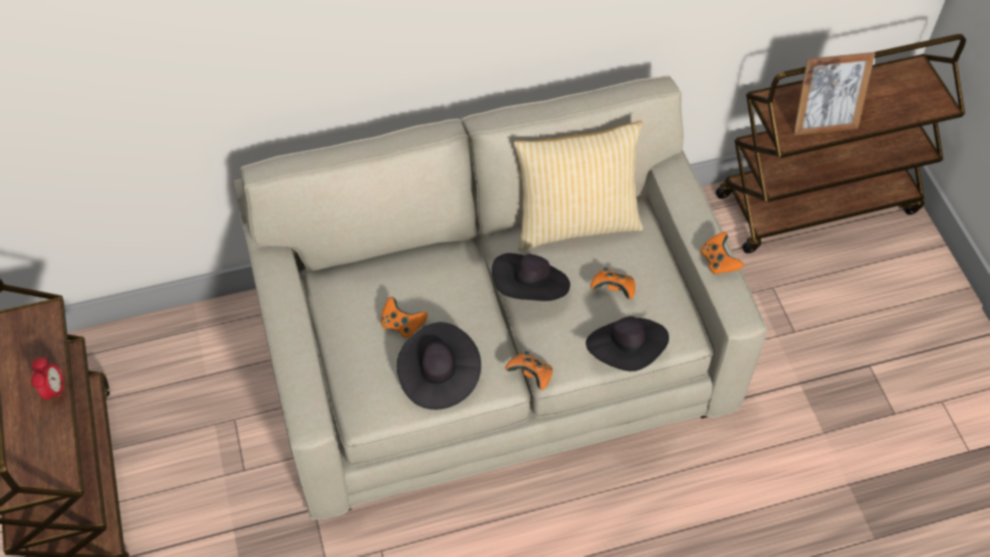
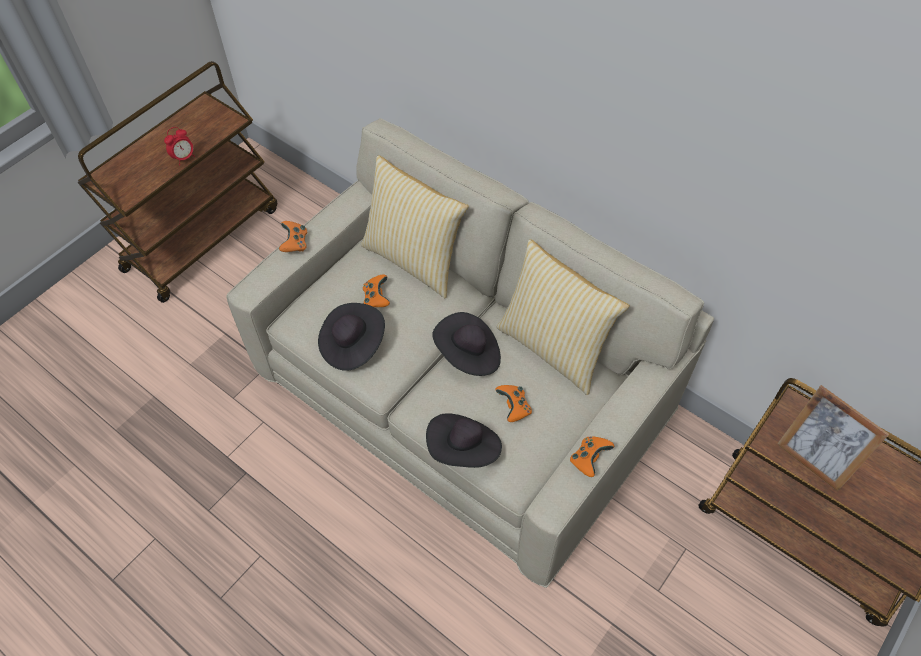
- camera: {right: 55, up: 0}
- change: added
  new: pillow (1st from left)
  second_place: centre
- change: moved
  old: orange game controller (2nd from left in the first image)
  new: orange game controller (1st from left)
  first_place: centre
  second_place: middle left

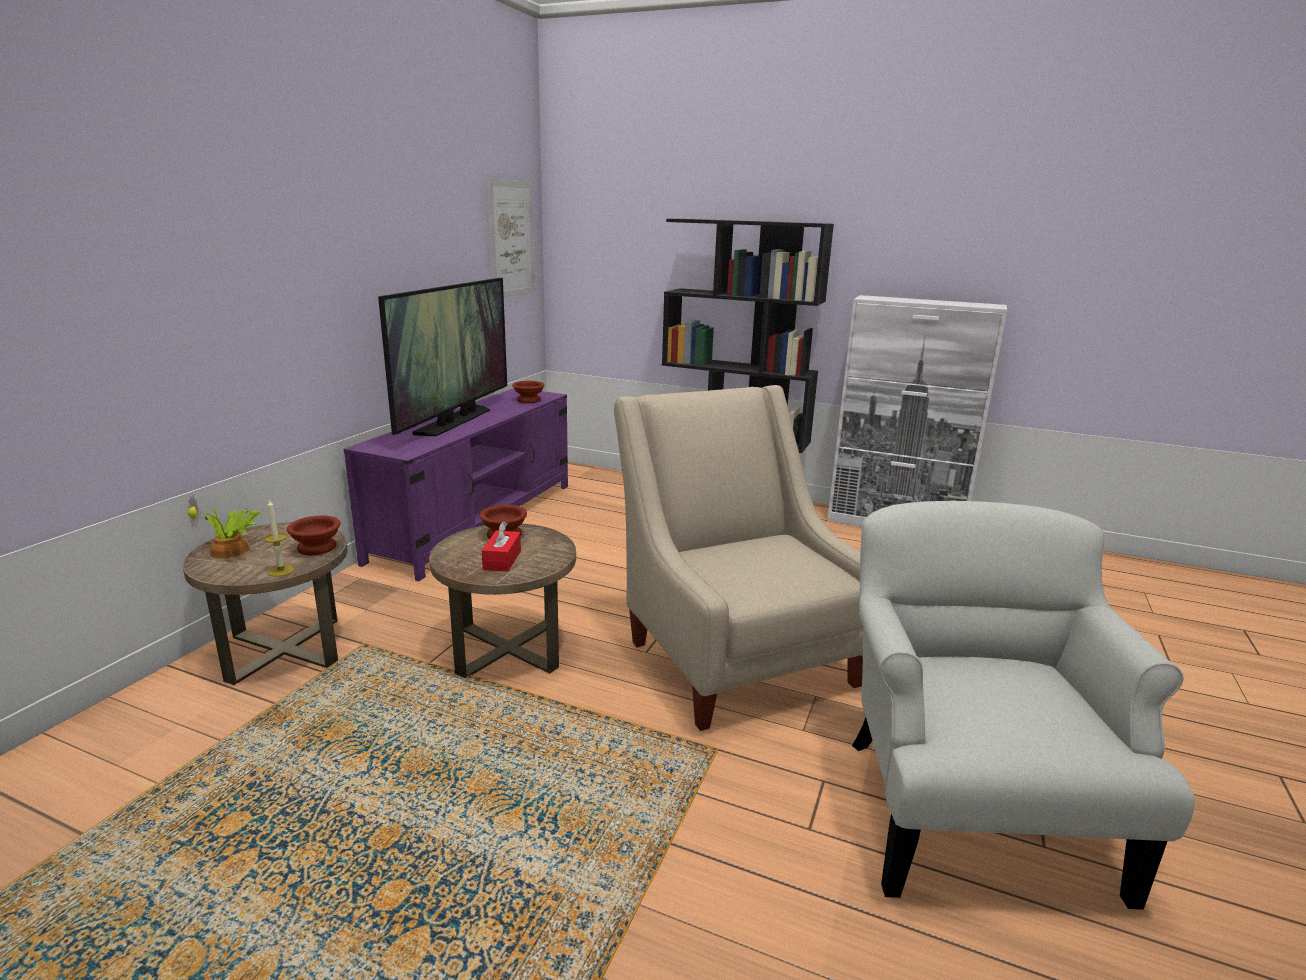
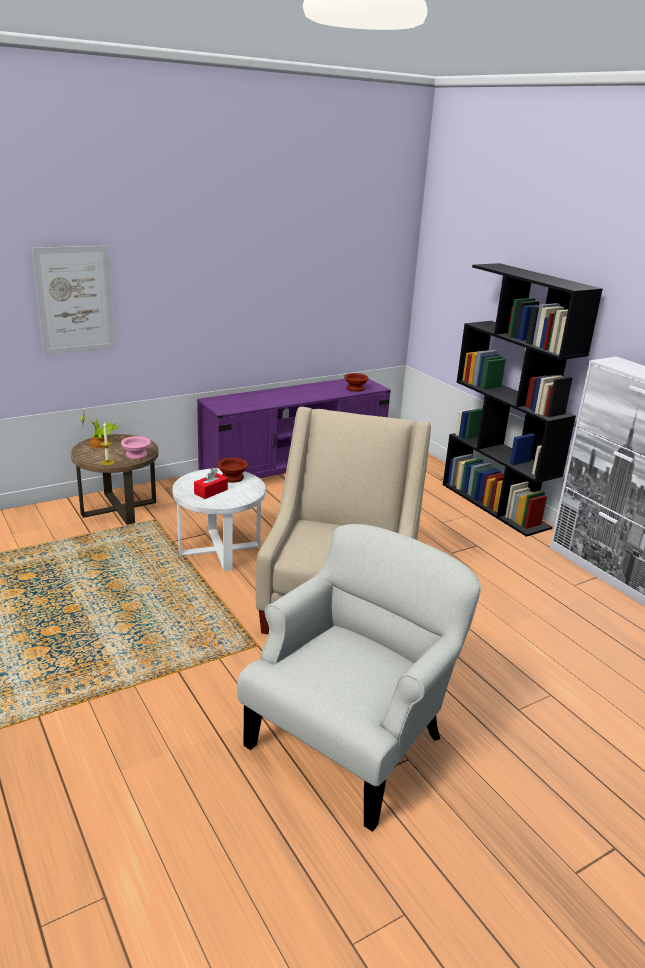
- camera: {right: 35, up: 5}
- change: removed
  old: television
  first_place: centre
- change: moved
  old: picture
  first_place: top centre
  second_place: top left
- change: recoloured
  old: brown bowl (1st from left)
  new: pink bowl
  first_place: middle left
  second_place: middle left
- change: recoloured
  old: brown side table (2nd from left)
  new: white side table
  first_place: centre
  second_place: centre

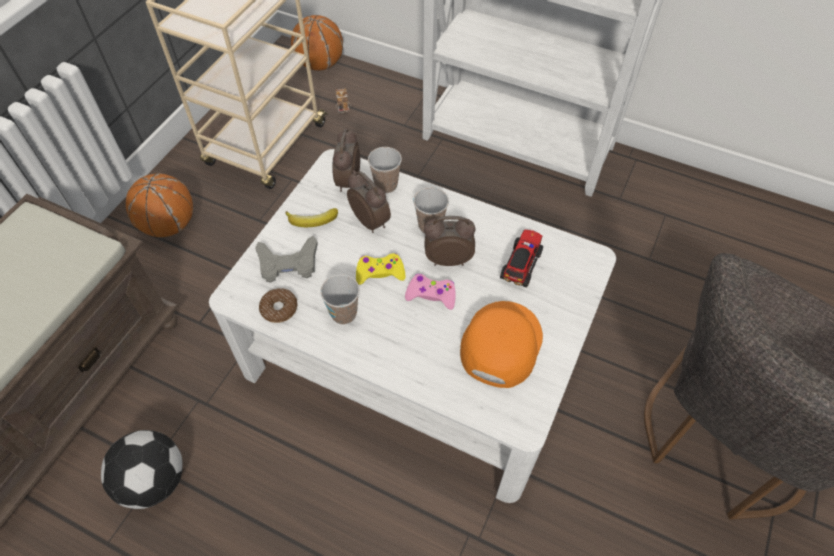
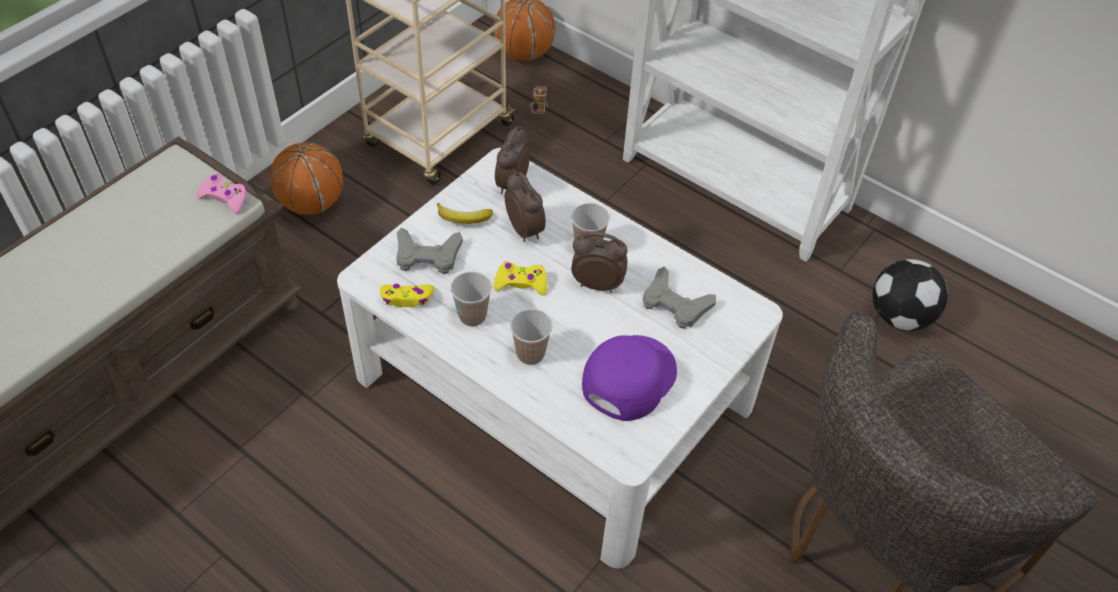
- camera: {right: 10, up: -5}
- change: moved
  old: football
  first_place: bottom left
  second_place: middle right
- change: moved
  old: cup (2nd from left)
  first_place: top centre
  second_place: centre
- change: moved
  old: pink game controller
  first_place: centre
  second_place: top left
- change: replaced
  old: donut
  new: yellow game controller (1st from left)
  first_place: centre
  second_place: centre
- change: replaced
  old: toy truck
  new: grey game controller (2nd from left)
  first_place: centre
  second_place: centre
- change: recoloured
  old: orange cap
  new: purple cap
  first_place: centre
  second_place: centre

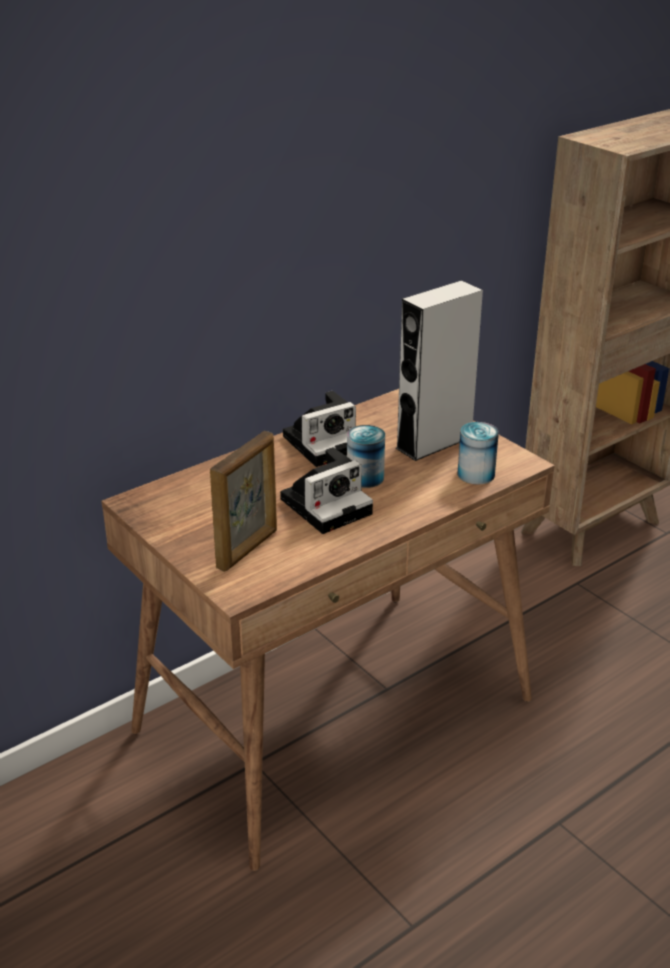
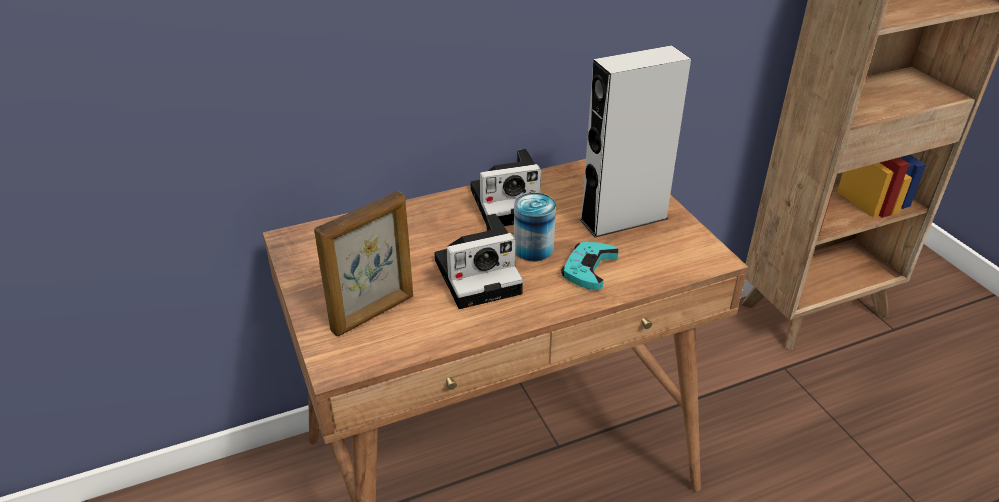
- camera: {right: 15, up: 5}
- change: removed
  old: can (2nd from left)
  first_place: middle right
- change: added
  new: turquoise game controller
  second_place: centre

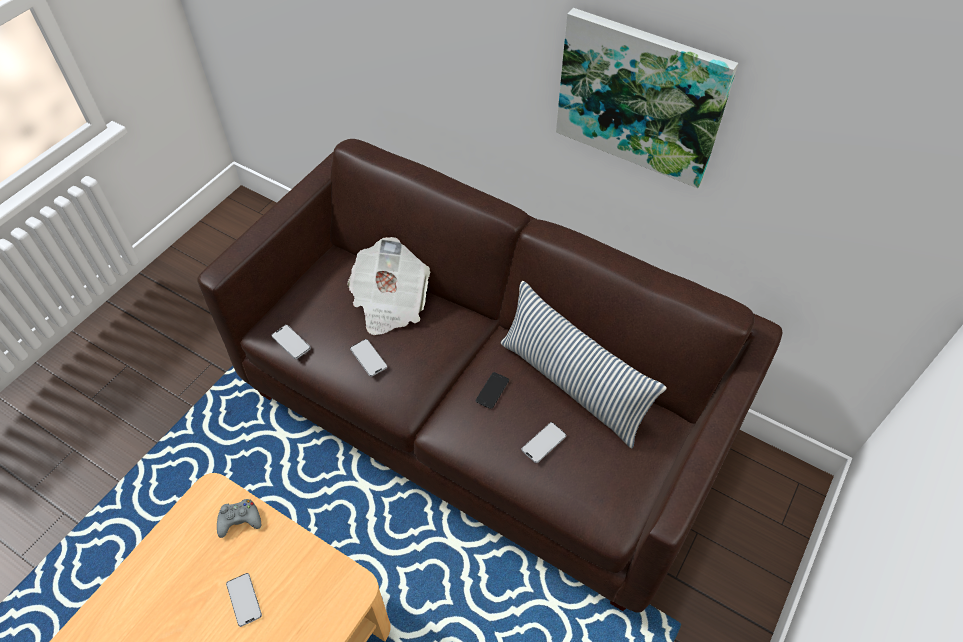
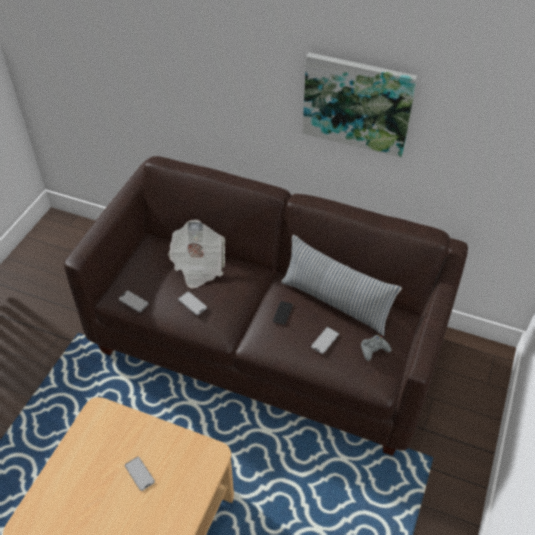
- camera: {right: -10, up: -5}
- change: moved
  old: grey game controller
  first_place: bottom left
  second_place: middle right

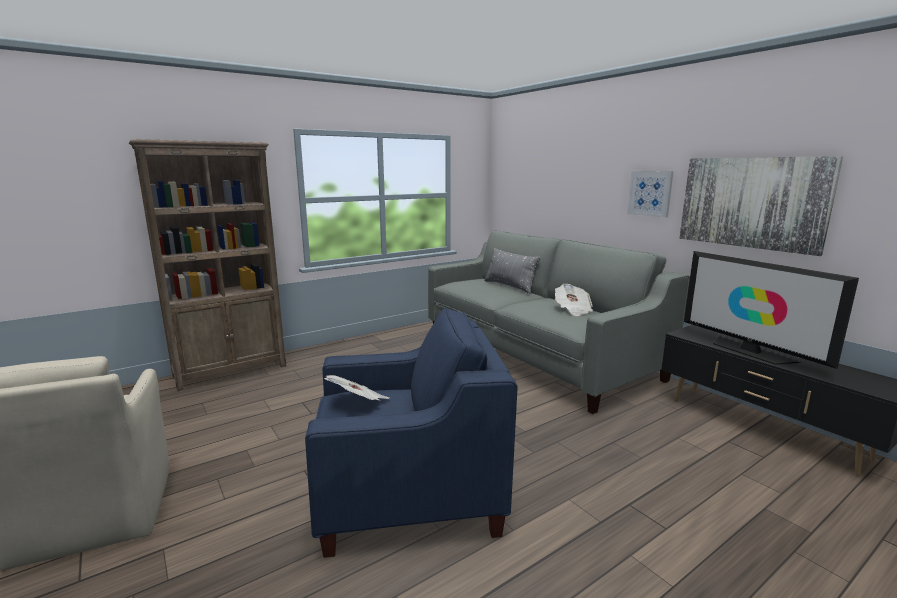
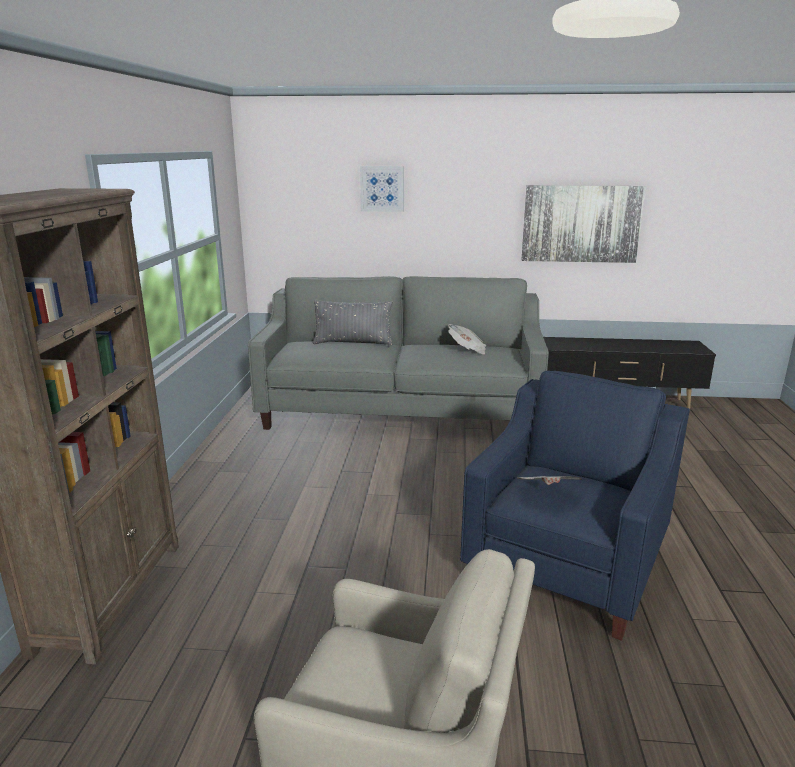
- camera: {right: -50, up: 5}
- change: removed
  old: television
  first_place: middle right
- change: moved
  old: picture (1st from left)
  first_place: top right
  second_place: top centre

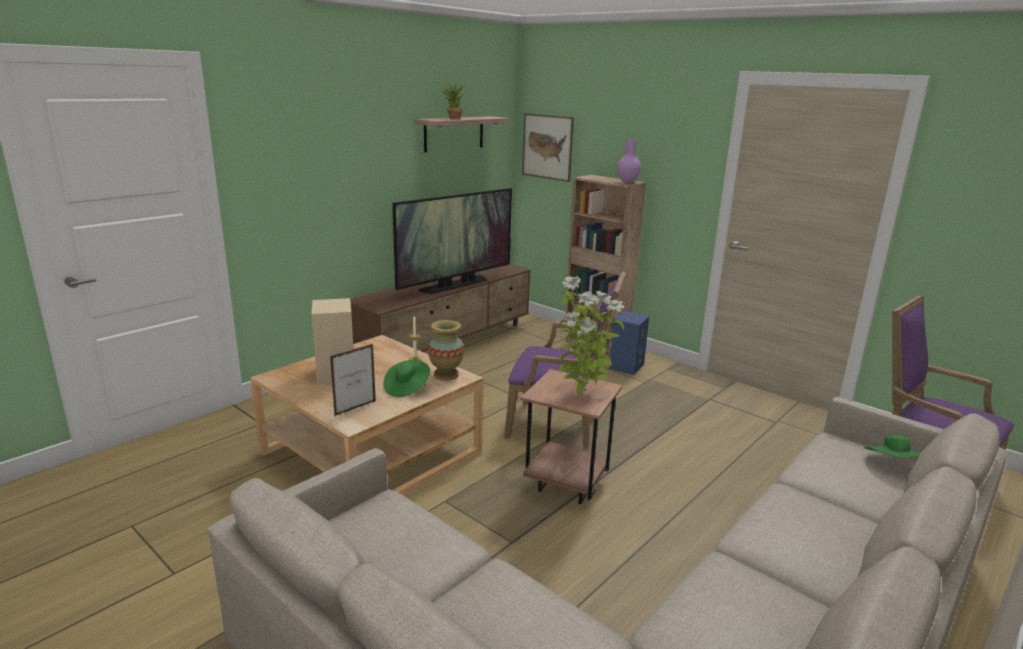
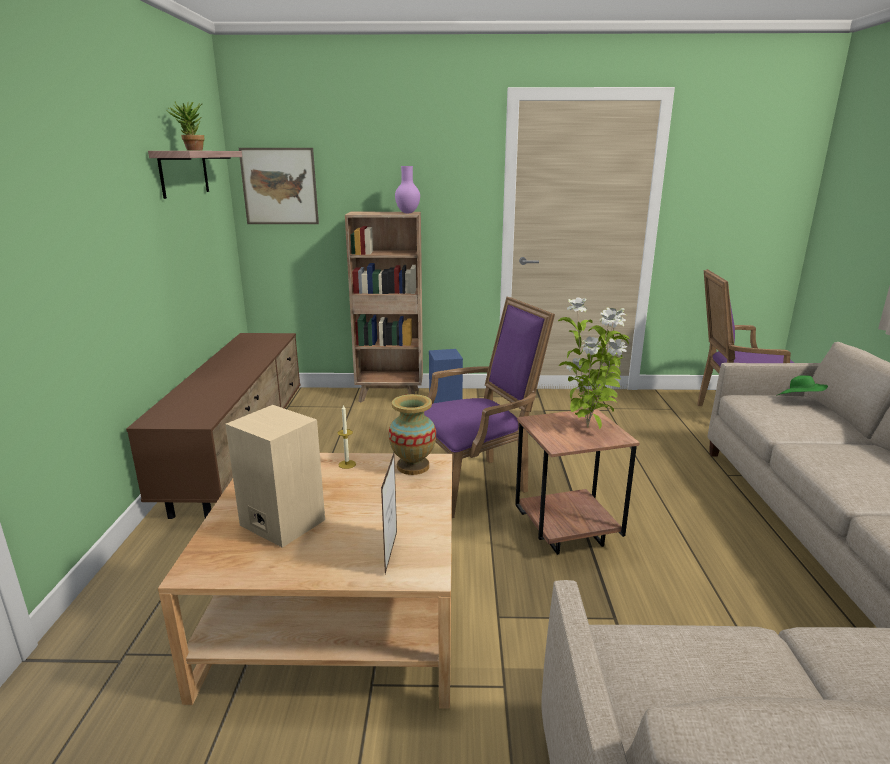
- camera: {right: -40, up: 0}
- change: removed
  old: green hat (1st from left)
  first_place: centre
- change: removed
  old: television
  first_place: centre

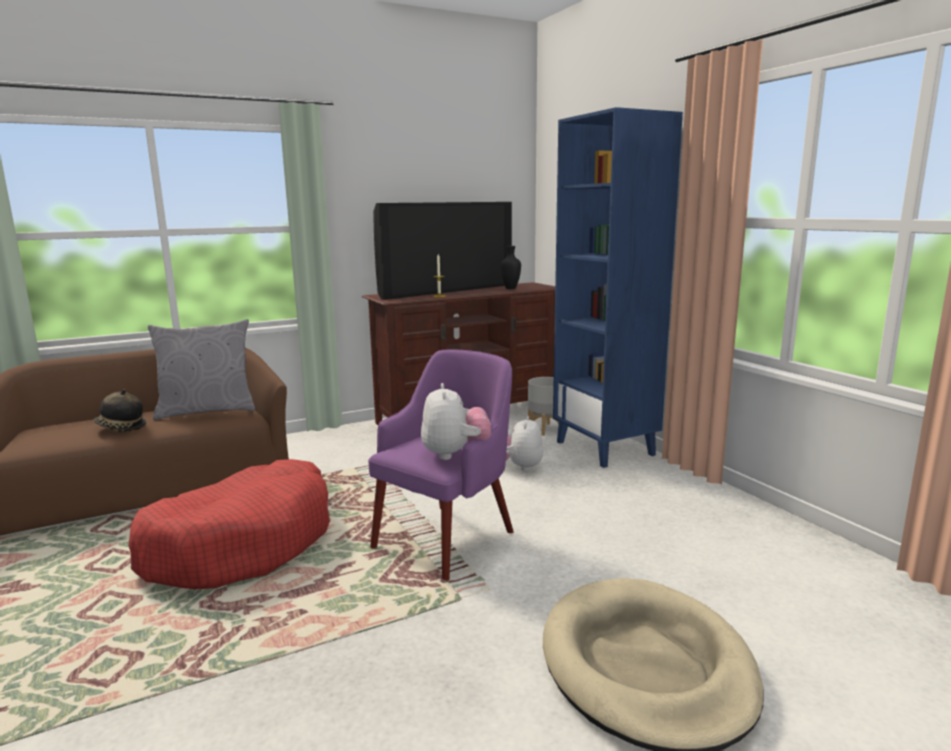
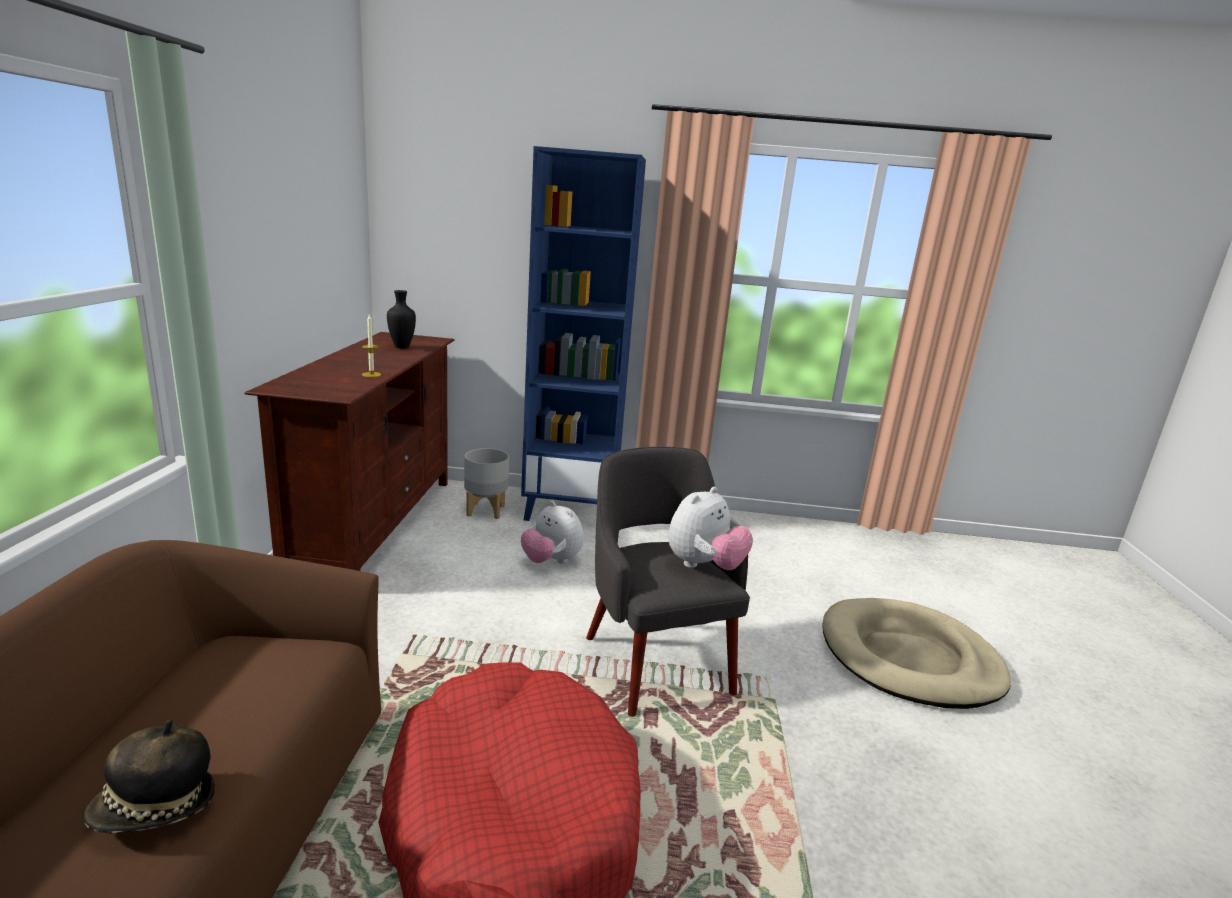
- camera: {right: -60, up: 5}
- change: removed
  old: grey pillow
  first_place: middle left
- change: removed
  old: television
  first_place: centre
- change: recoloured
  old: purple armchair
  new: grey armchair
  first_place: centre
  second_place: centre
- change: turned
  old: plush toy (1st from left in the first image)
  first_place: centre
  second_place: centre
  degrees: 105

